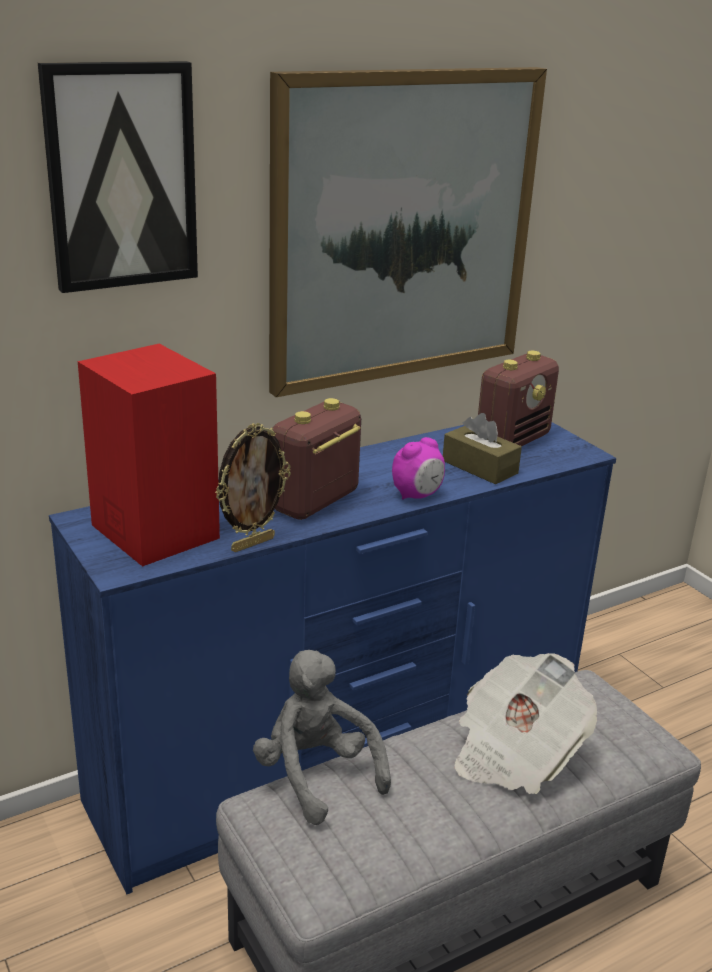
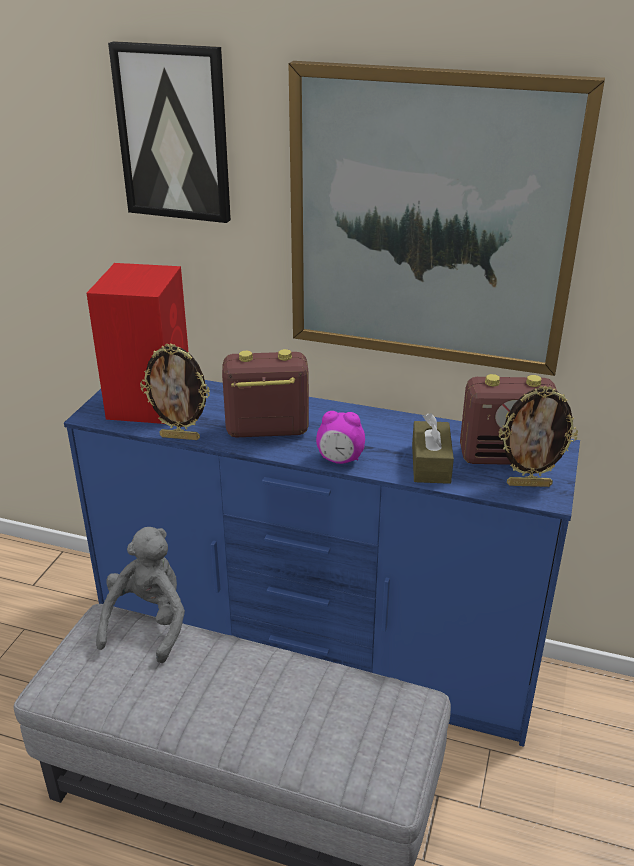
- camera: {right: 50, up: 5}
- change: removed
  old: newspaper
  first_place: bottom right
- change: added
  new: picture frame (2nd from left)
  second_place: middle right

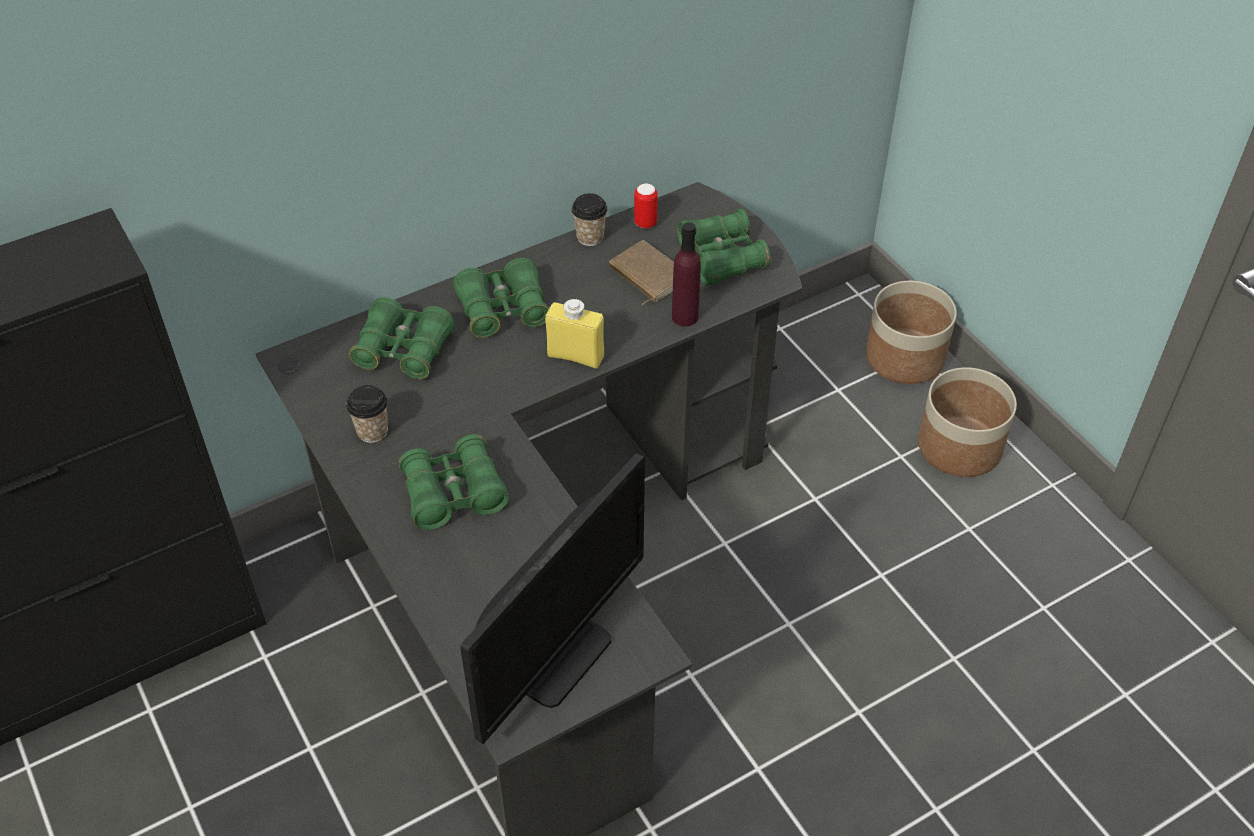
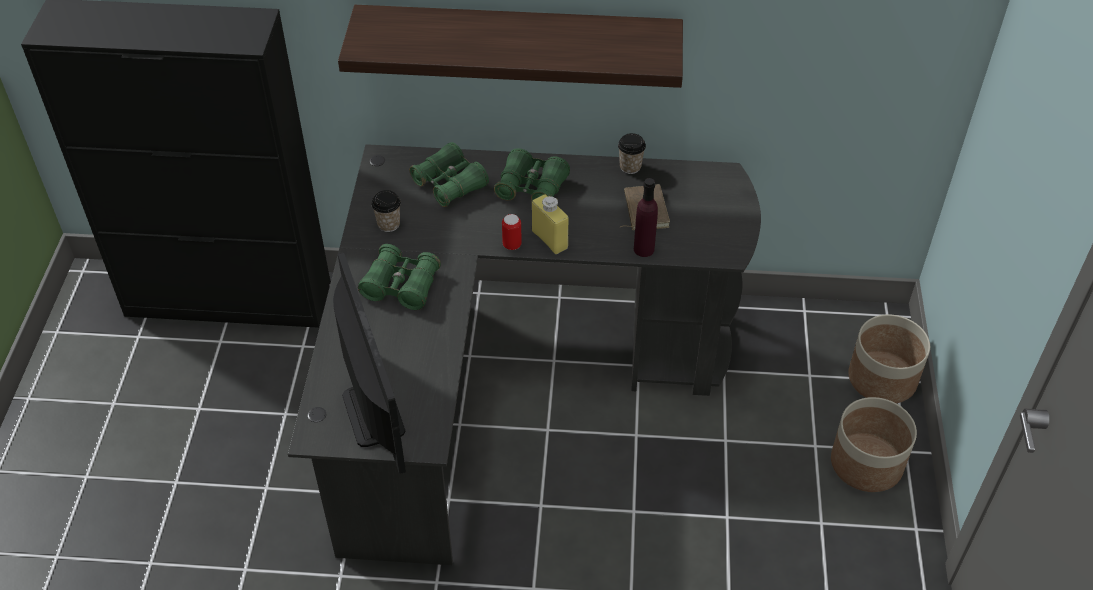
- camera: {right: 35, up: 0}
- change: removed
  old: green binoculars (4th from left)
  first_place: top centre
- change: added
  new: shelf
  second_place: top centre
- change: moved
  old: can
  first_place: top centre
  second_place: centre
- change: turned
  old: monitor
  first_place: bottom centre
  second_place: centre
  degrees: -90

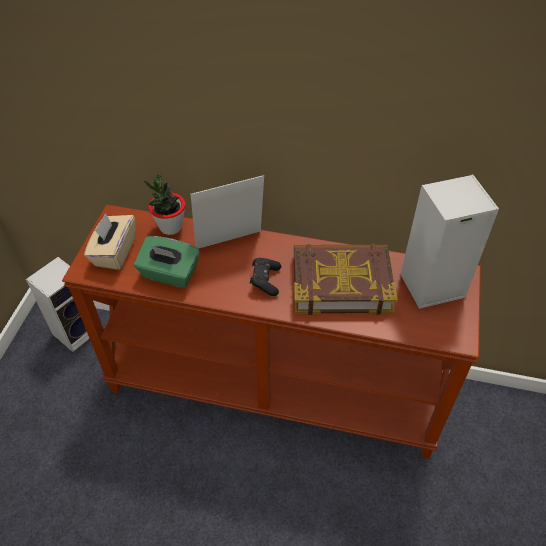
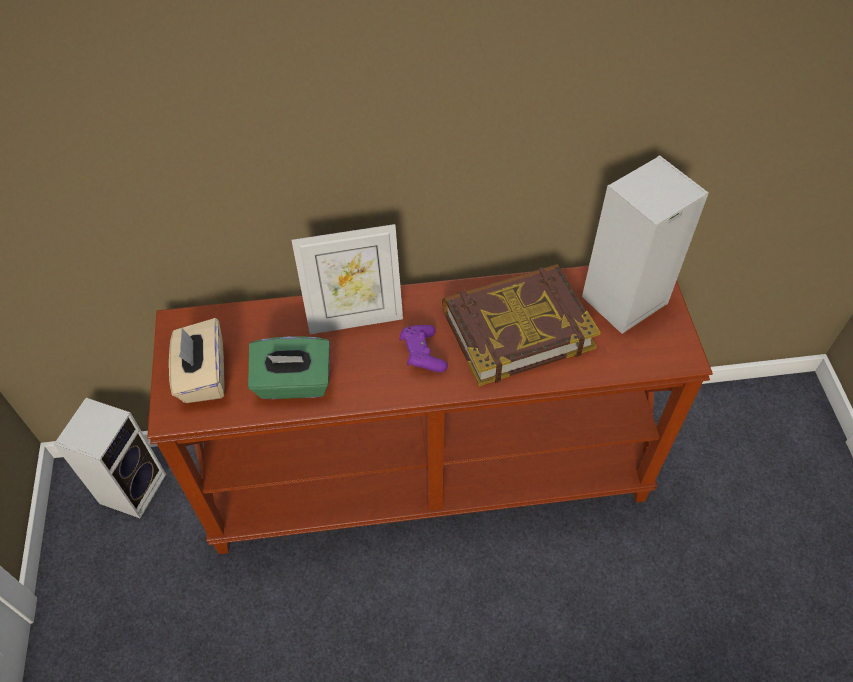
- camera: {right: -20, up: 5}
- change: removed
  old: potted plant
  first_place: middle left
- change: recoloured
  old: black game controller
  new: purple game controller
  first_place: centre
  second_place: centre
- change: turned
  old: picture frame
  first_place: centre
  second_place: centre
  degrees: -150

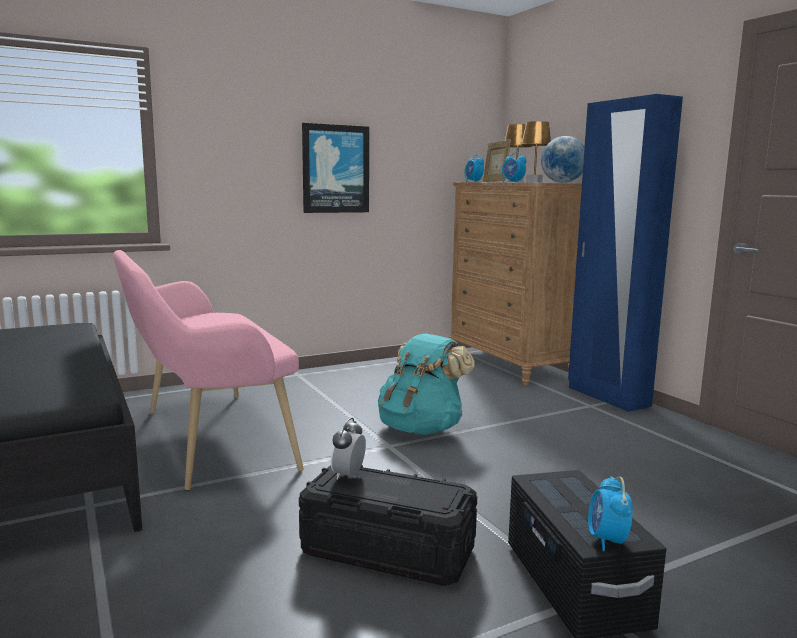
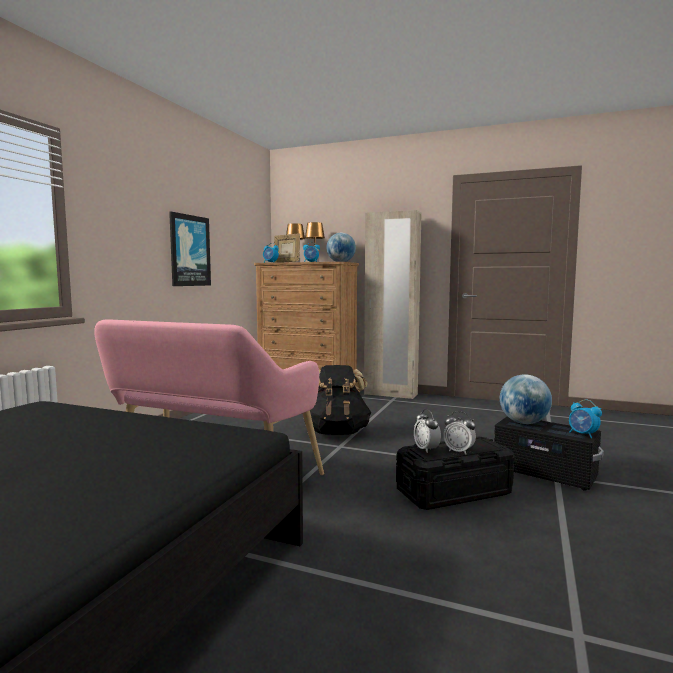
- camera: {right: -40, up: -5}
- change: added
  new: alarm clock (4th from left)
  second_place: middle right
- change: added
  new: globe (2nd from left)
  second_place: middle right
- change: recoloured
  old: turquoise backpack
  new: black backpack
  first_place: centre
  second_place: centre
- change: recoloured
  old: blue wardrobe
  new: beige wardrobe
  first_place: middle right
  second_place: centre

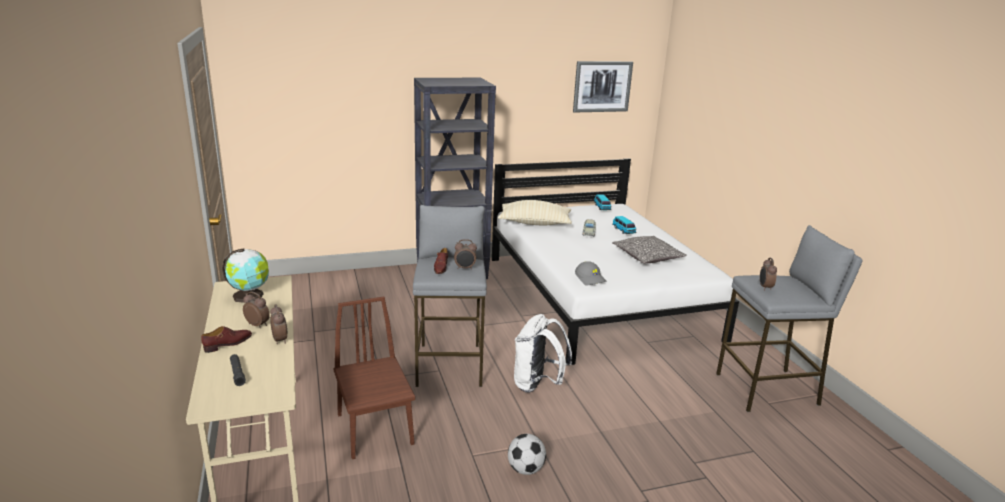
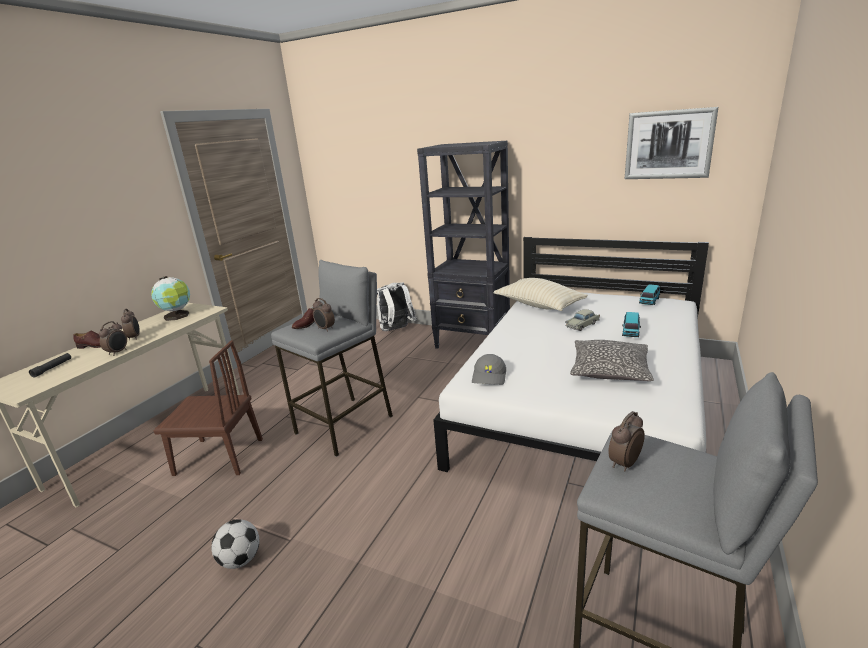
- camera: {right: 45, up: 0}
- change: moved
  old: white backpack
  first_place: bottom centre
  second_place: centre
- change: turned
  old: brown chair
  first_place: bottom centre
  second_place: middle left
  degrees: 75

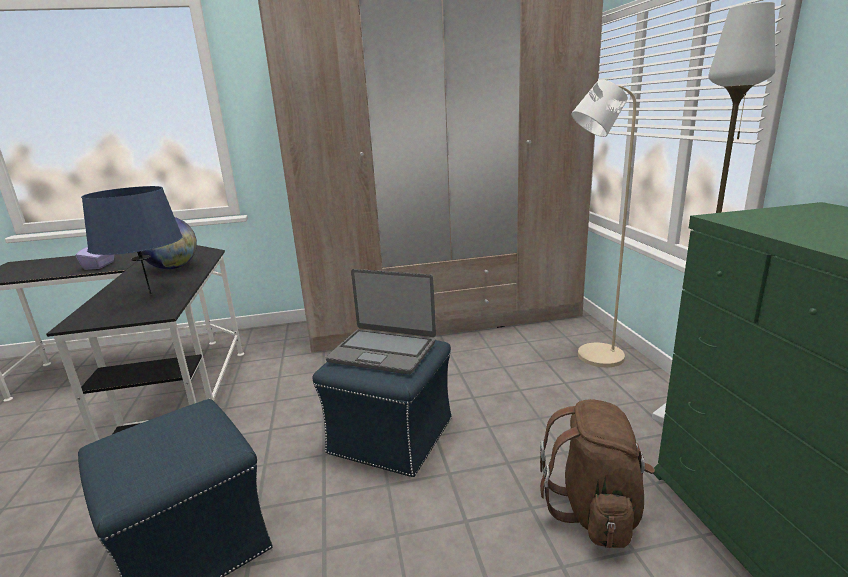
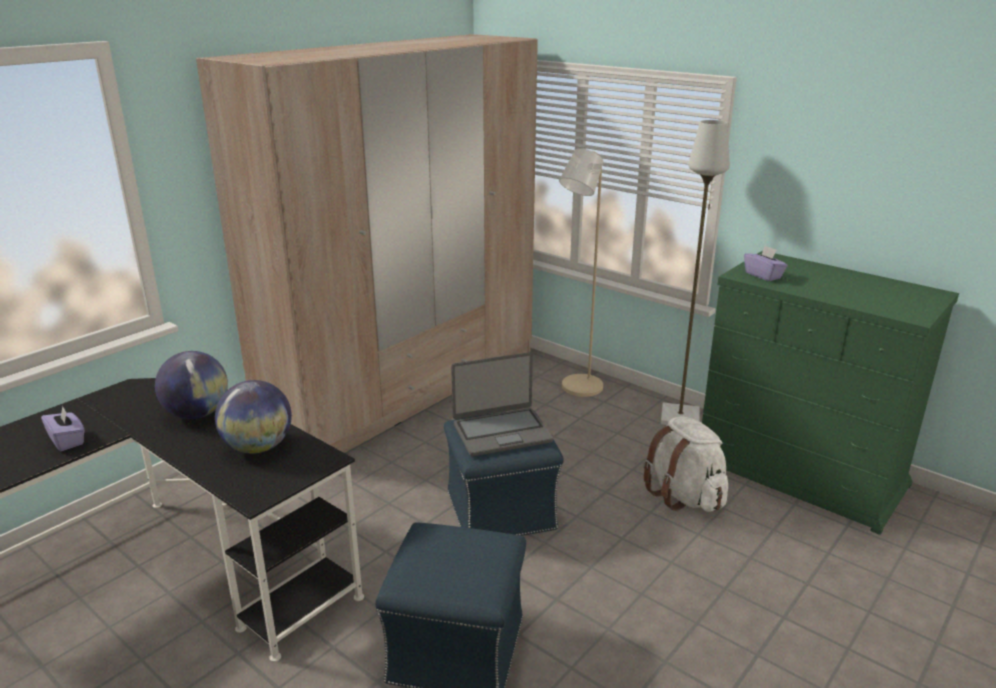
- camera: {right: -40, up: 5}
- change: added
  new: purple tissue box (2nd from left)
  second_place: middle right
- change: replaced
  old: blue table lamp
  new: globe (2nd from left)
  first_place: middle left
  second_place: middle left
- change: recoloured
  old: brown backpack
  new: white backpack
  first_place: bottom right
  second_place: bottom right

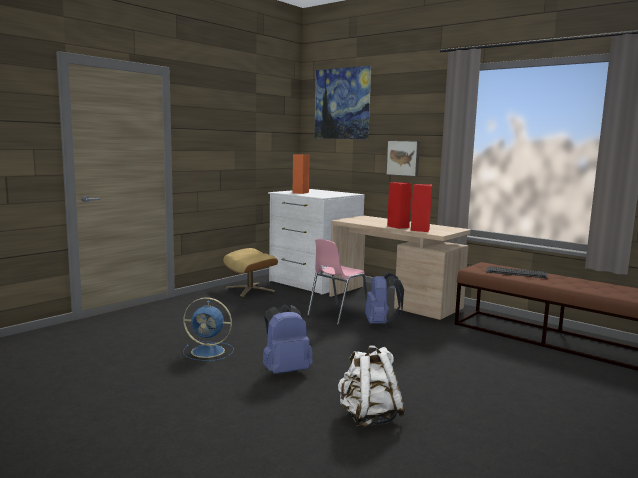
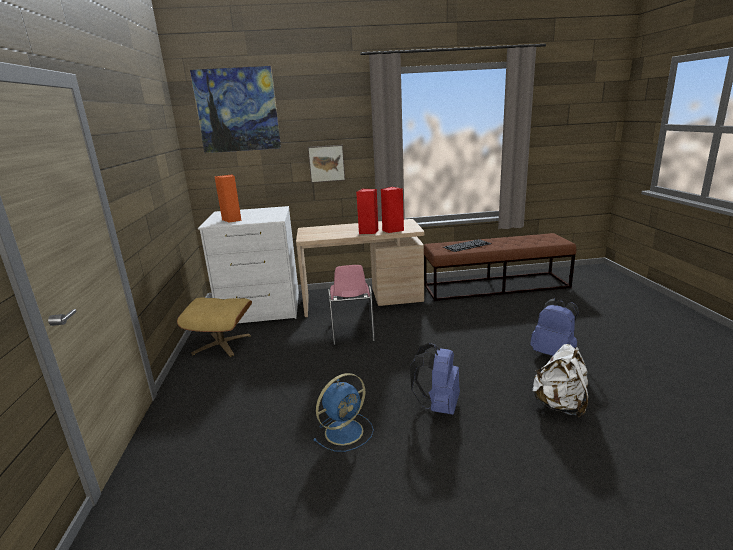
- camera: {right: -45, up: 10}
- change: moved
  old: blue backpack (2nd from left)
  first_place: centre
  second_place: middle right

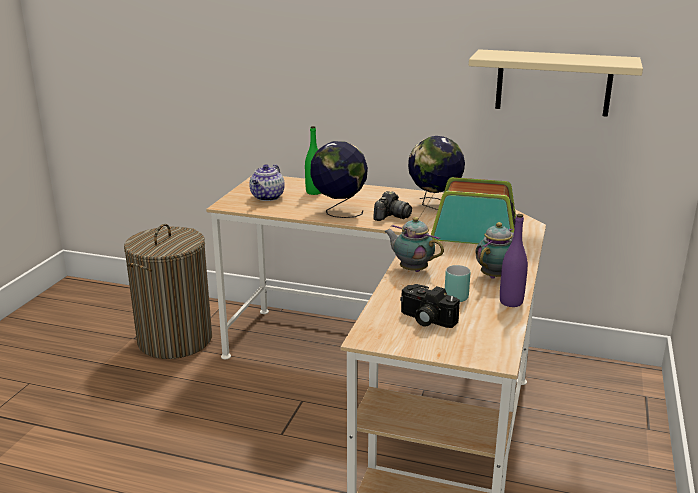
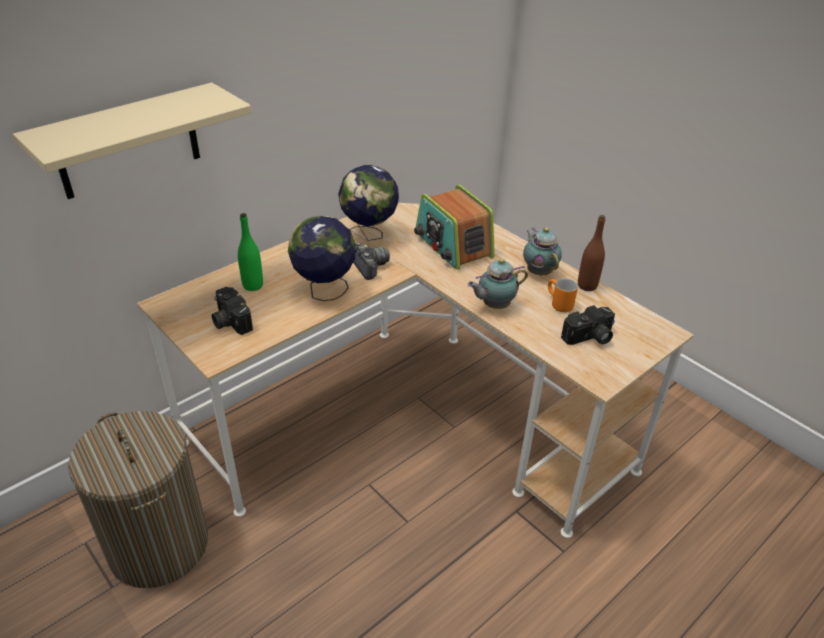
- camera: {right: -60, up: 15}
- change: moved
  old: beige shelf
  first_place: top right
  second_place: top left
- change: replaced
  old: teapot (1st from left)
  new: photo camera (1st from left)
  first_place: centre
  second_place: middle left
- change: recoloured
  old: turquoise mug
  new: orange mug
  first_place: centre
  second_place: middle right
- change: recoloured
  old: purple bottle
  new: brown bottle
  first_place: middle right
  second_place: middle right
- change: turned
  old: radio
  first_place: middle right
  second_place: centre
  degrees: -75

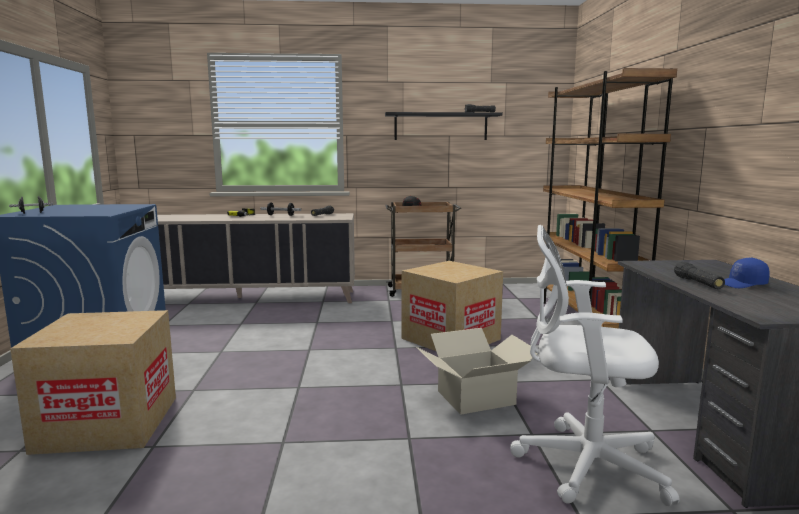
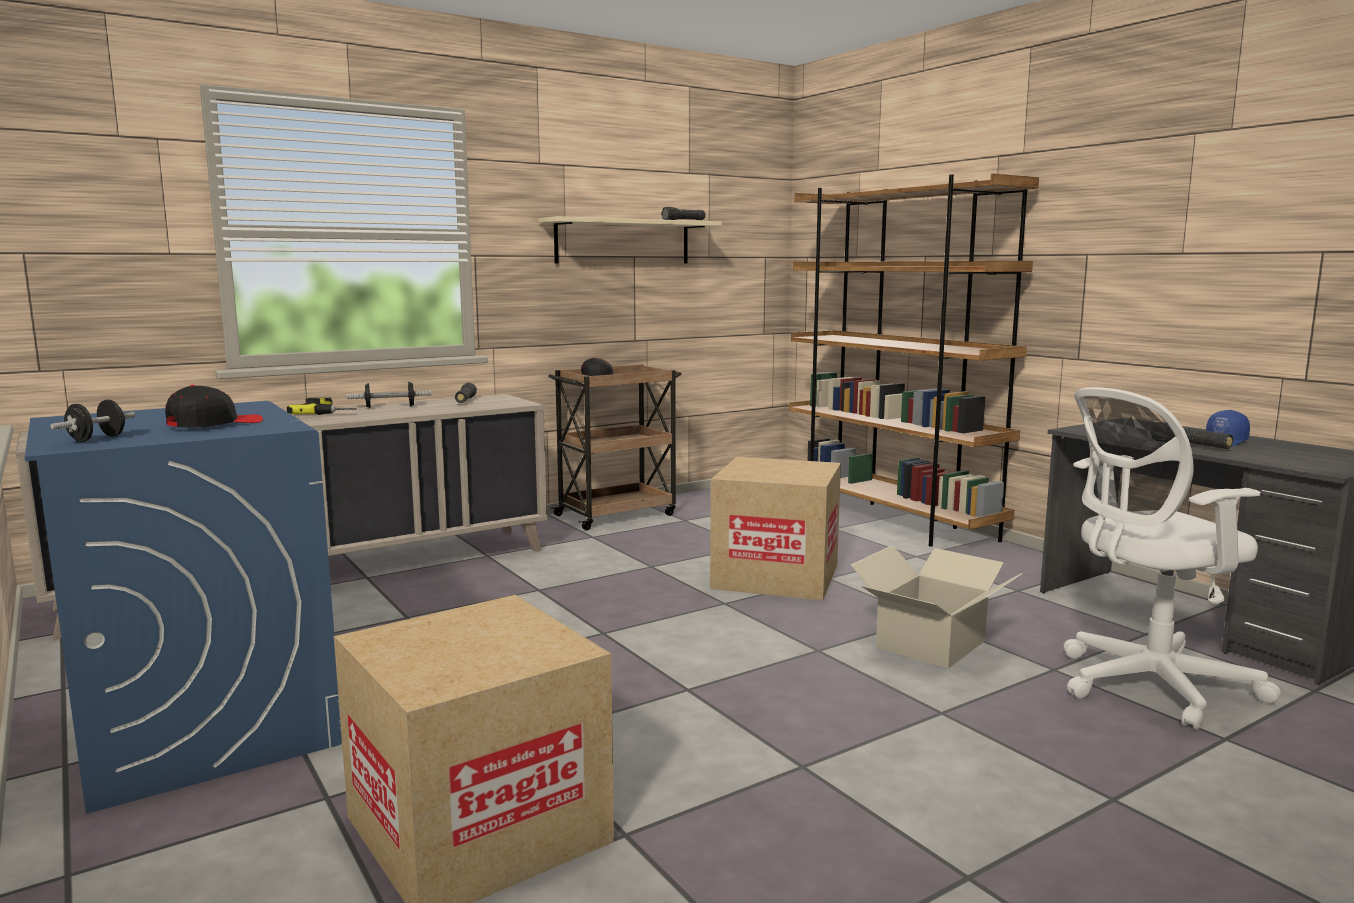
- camera: {right: -30, up: 0}
- change: added
  new: black cap (1st from left)
  second_place: middle left
- change: recoloured
  old: black shelf
  new: beige shelf
  first_place: top centre
  second_place: top centre

